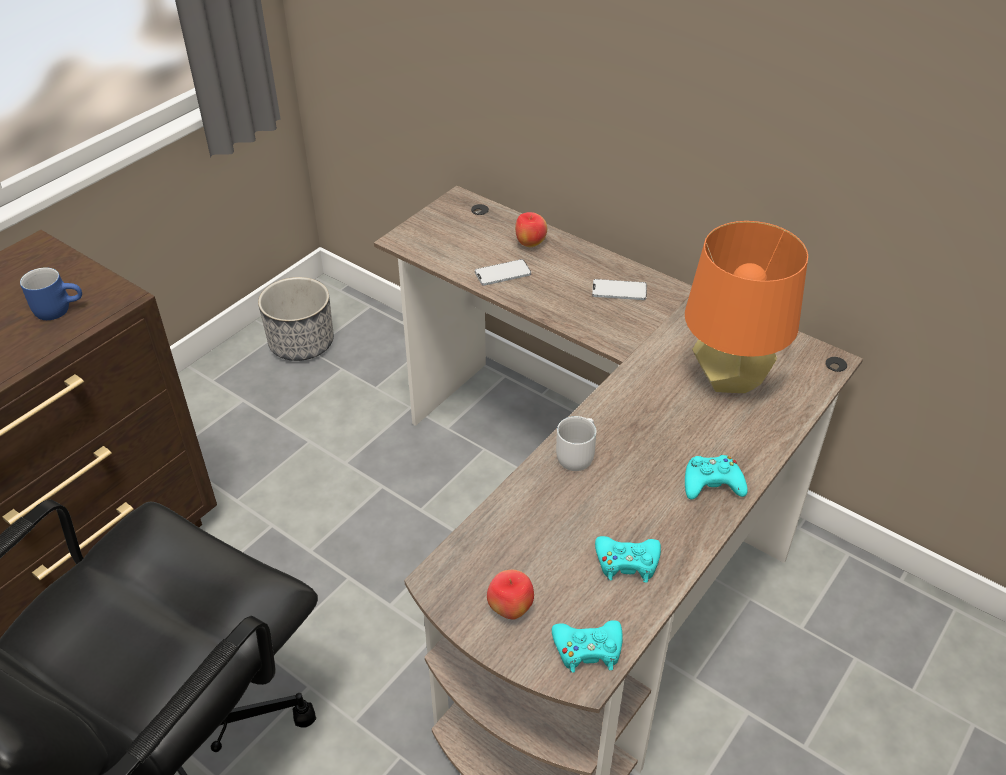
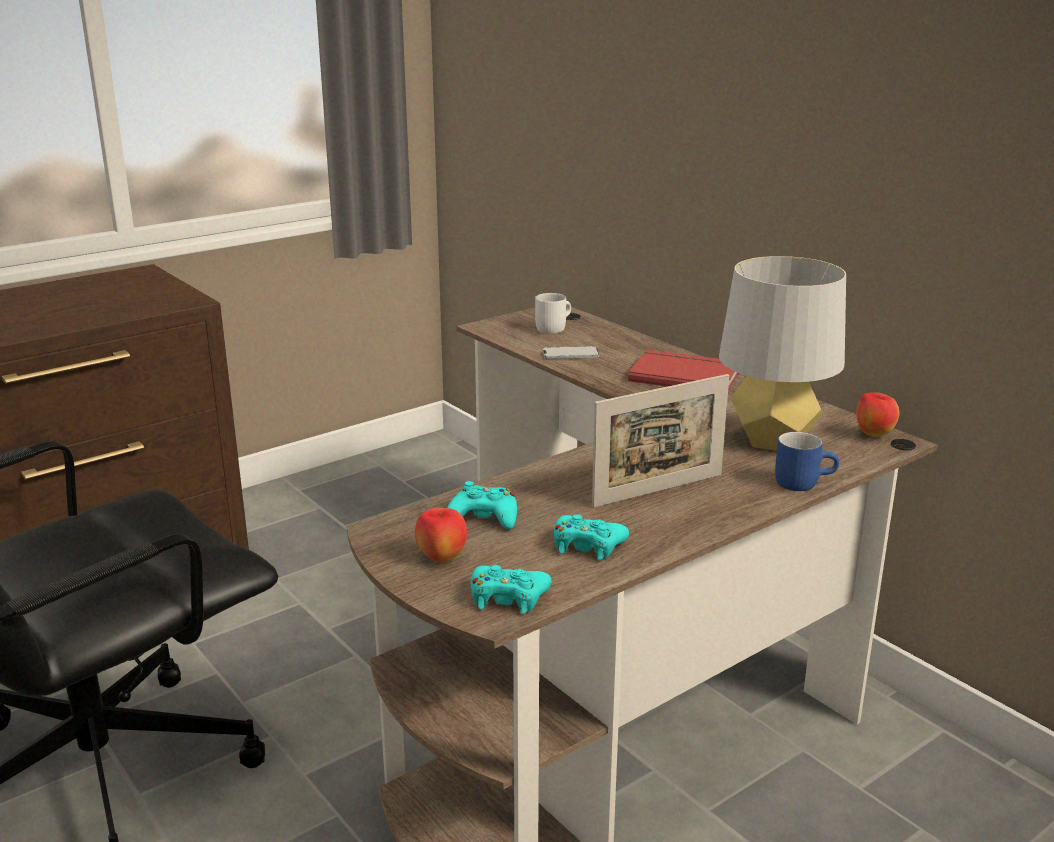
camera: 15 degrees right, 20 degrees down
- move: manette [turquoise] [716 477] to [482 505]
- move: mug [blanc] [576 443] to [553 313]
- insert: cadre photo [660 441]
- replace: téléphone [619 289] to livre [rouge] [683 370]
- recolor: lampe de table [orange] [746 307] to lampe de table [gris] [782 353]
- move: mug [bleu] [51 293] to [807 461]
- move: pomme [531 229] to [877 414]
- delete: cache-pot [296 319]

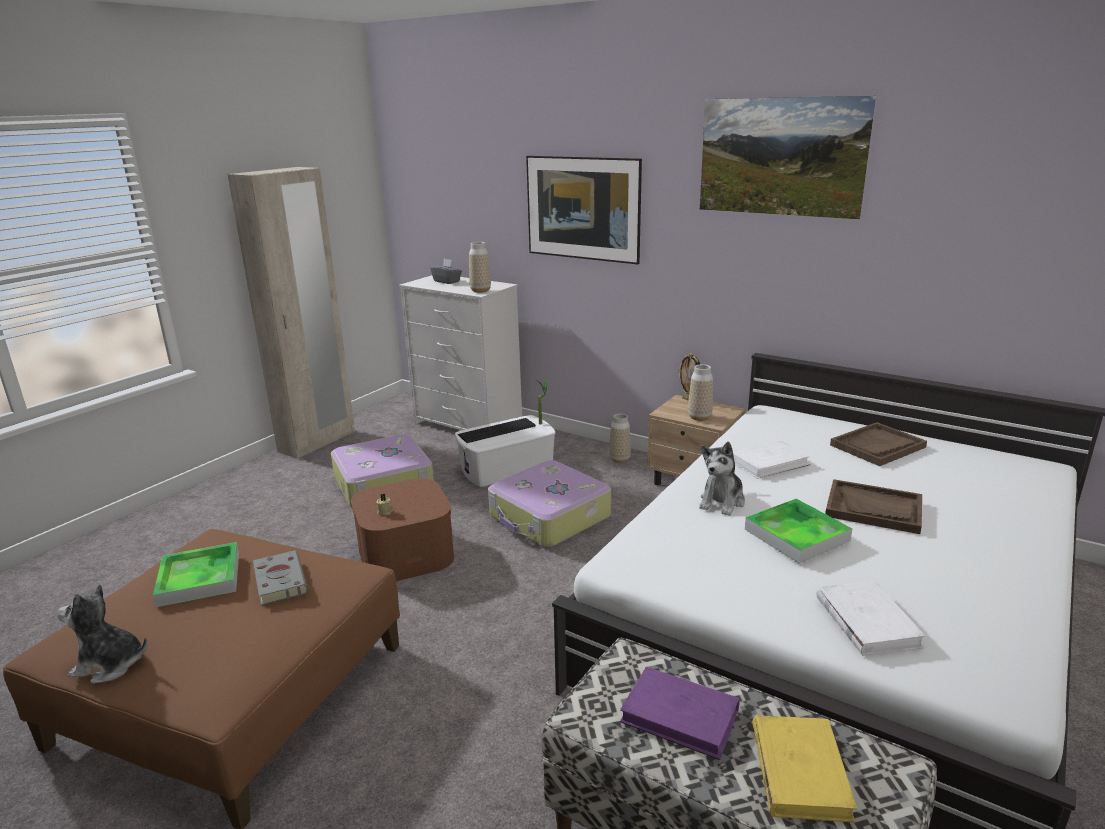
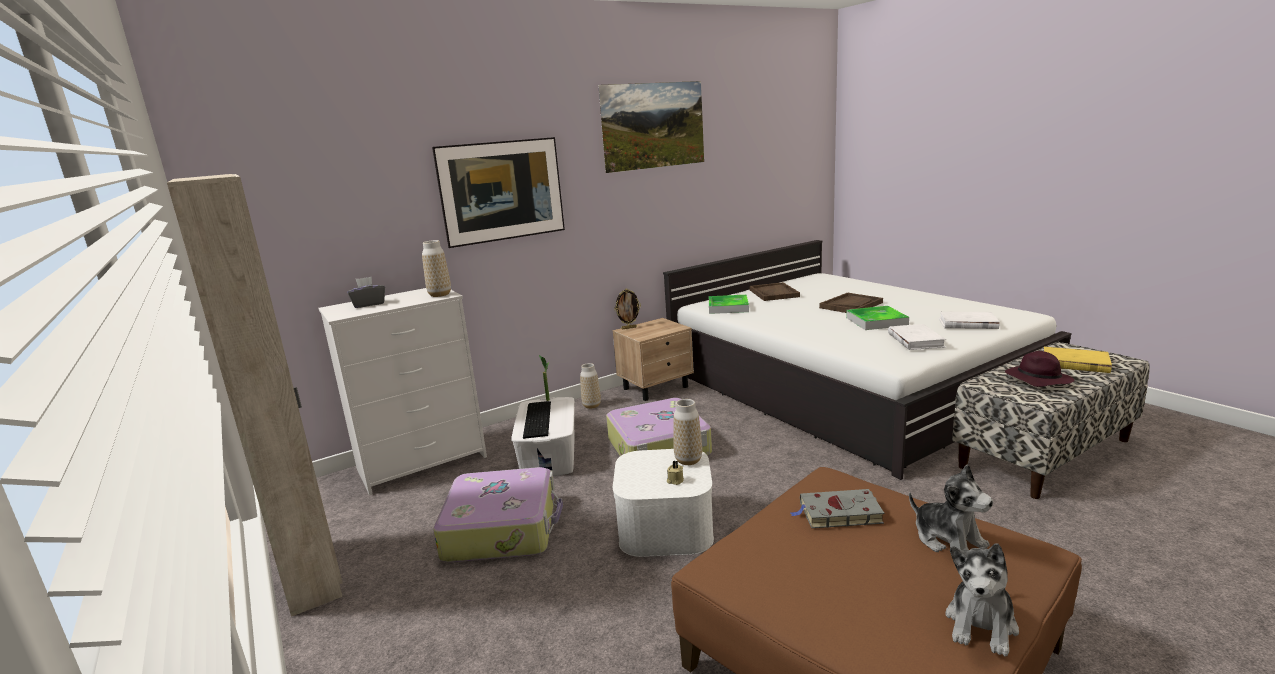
camera: 65 degrees left, 5 degrees down
- recolor: boîte de rangement [marron] [402 529] to boîte de rangement [blanc] [663 503]
- move: vase [700 392] to [687 432]
- move: plateau [196 574] to [729 304]
- move: livre [blanc] [771 459] to [917 337]
- move: peluche [722 479] to [951 508]
- replace: livre [violet] [680 713] to chapeau [violet] [1040 369]

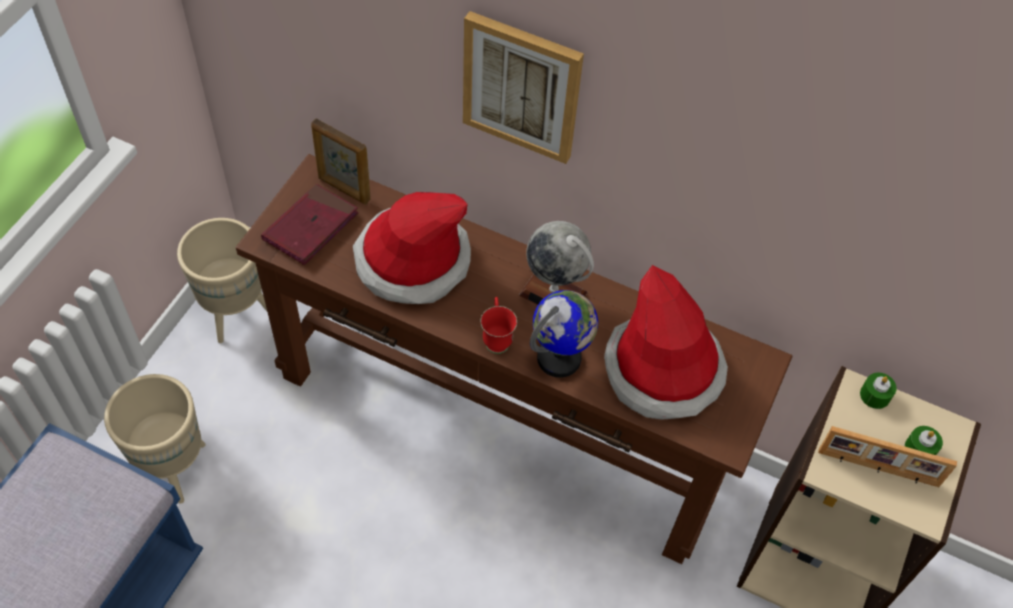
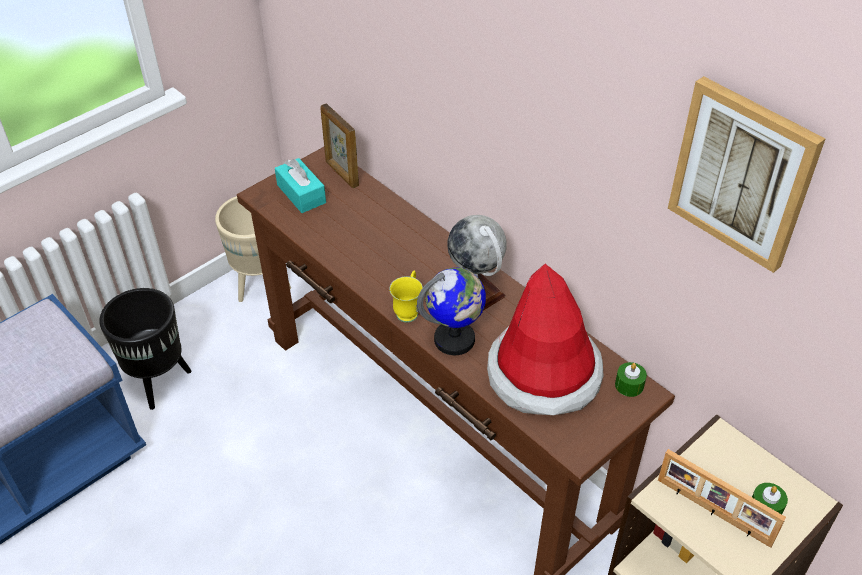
camera: 25 degrees right, 10 degrees down
- recolor: cache-pot [beige] [154 439] to cache-pot [noir] [145 349]
- replace: livre [rouge] [309 224] to boîte à mouchoirs [turquoise] [300 185]
- recolor: mug [rouge] [498 325] to mug [jaune] [406 296]
- move: bougie [vert] [878 391] to [631 379]
- move: tableau [523 87] to [747 174]
- delete: chapeau [412 248]

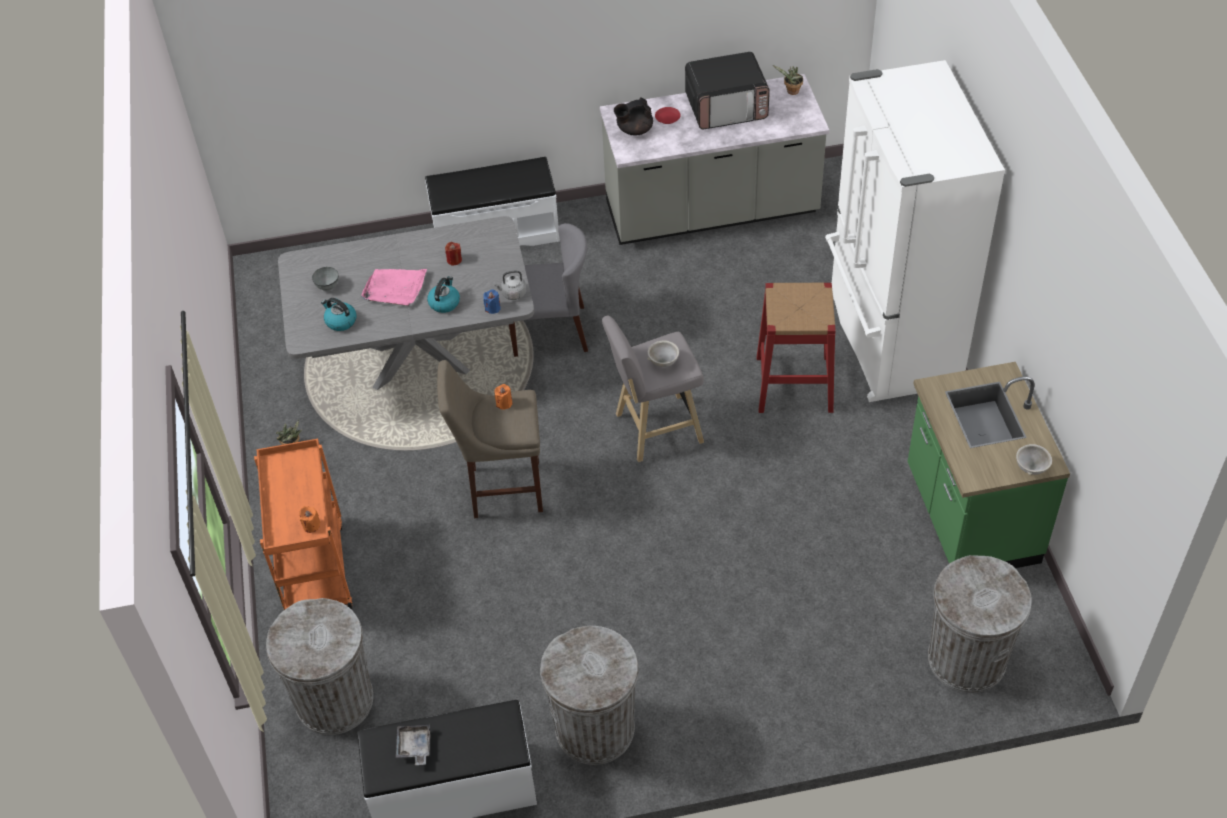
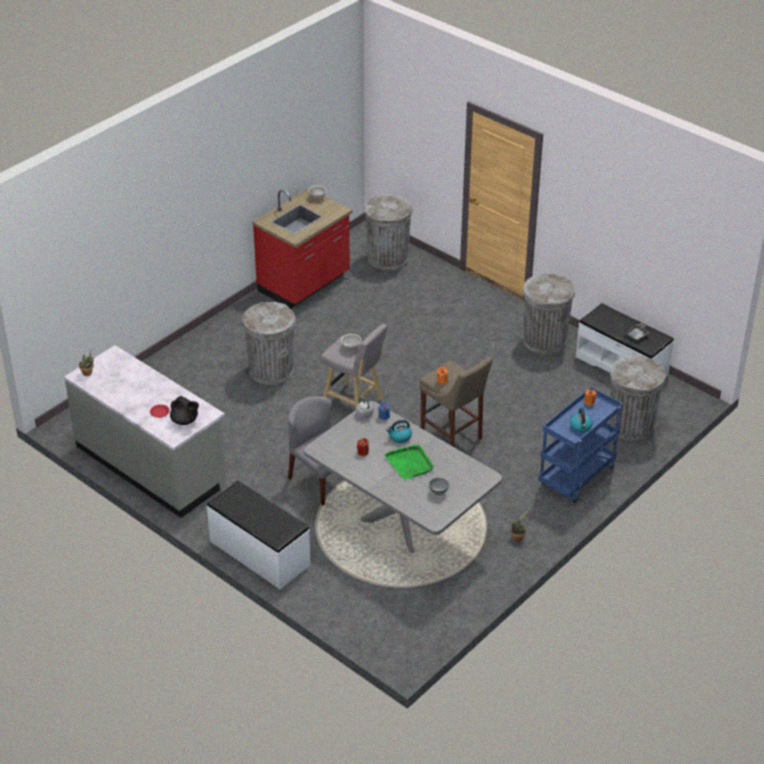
camera: 130 degrees left, 10 degrees down
- replace: tabouret [rouge] [796 348] to poubelle [gris] [268 343]
- recolor: comptoir de cuisine [vert] [989 465] to comptoir de cuisine [rouge] [302 249]
- recolor: plateau [rose] [394 287] to plateau [vert] [409 462]
- recolor: chariot [orange] [303 524] to chariot [bleu] [580 444]
- move: bouilloire [338 314] to [581 420]
- delete: micro-ondes [727 90]
- delete: réfrigérateur [blanc] [915 231]

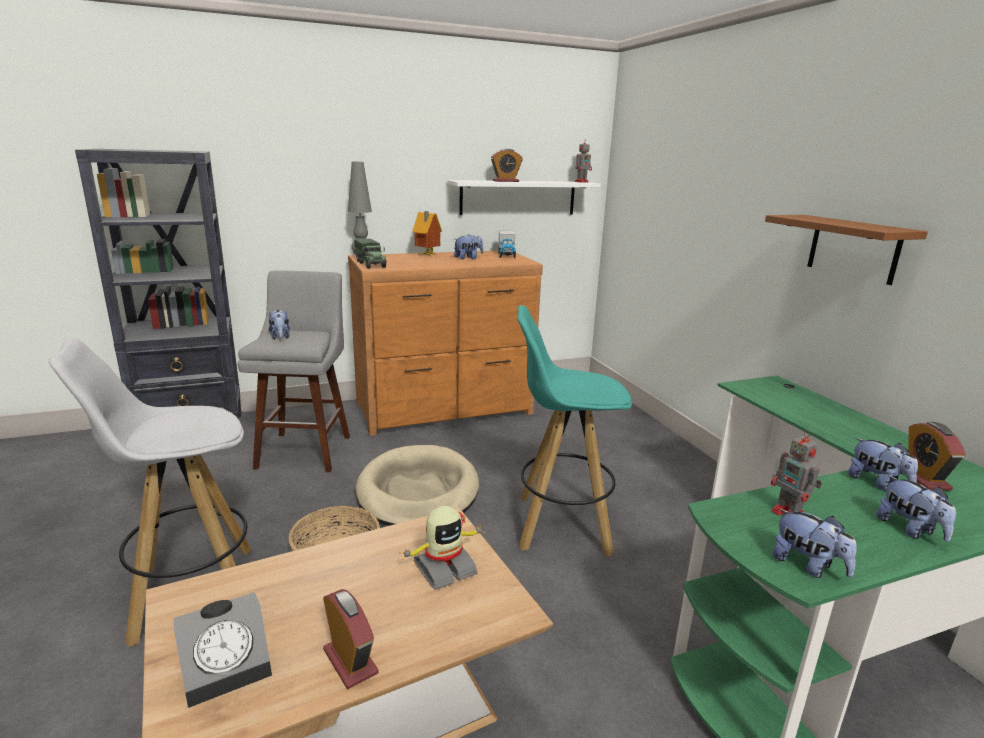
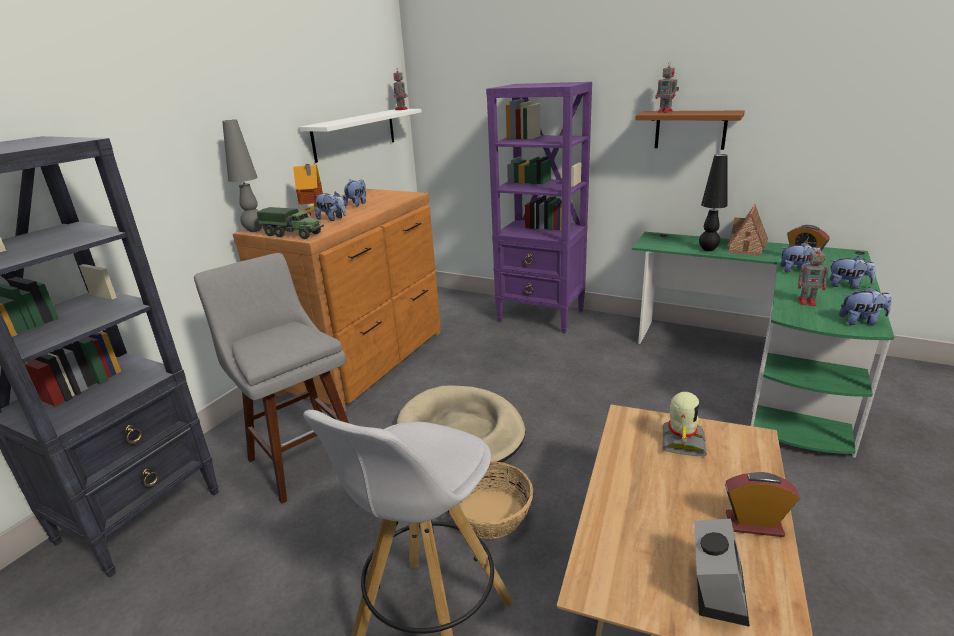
camera: 40 degrees left, 5 degrees up
- move: peluche [279 325] to [330 206]
- insert: bibliothèque [violet] [539 207]
- insert: robot jouet [667 87]
- insert: lampe de table [noir] [713 202]
- insert: maison miniature [747 230]
- delete: réveil [507 165]
- delete: camion jouet [507 244]
- delete: tabouret [turquoise] [574 430]

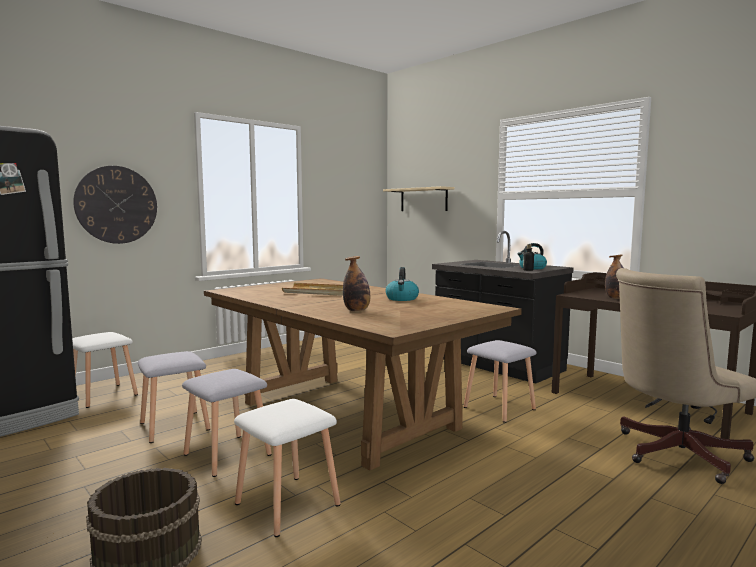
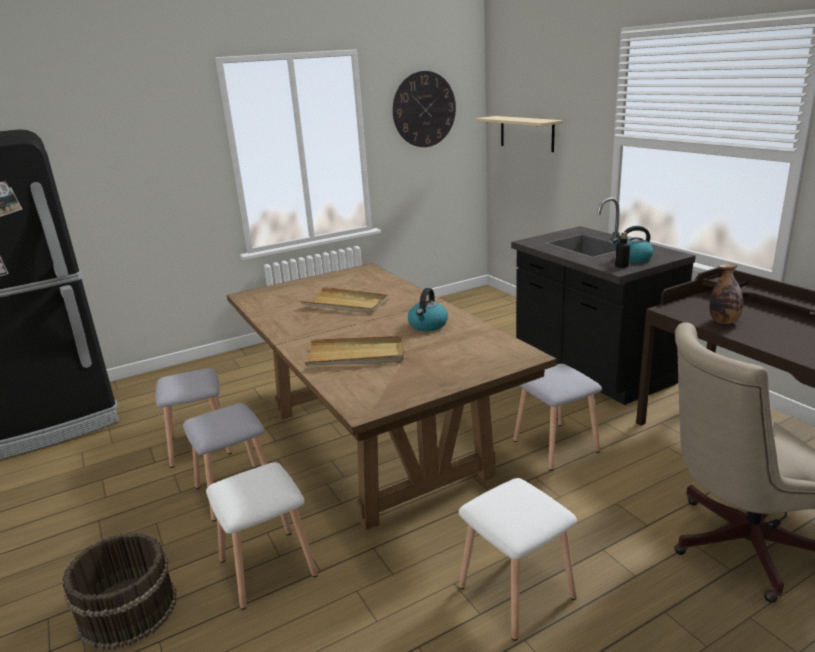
camera: 15 degrees right, 15 degrees up
- replace: bouteille [356 283] to plateau [beige] [354 350]
- move: horloge murale [115 205] to [424 109]
- move: tabouret [blanc] [105 370] to [518 559]

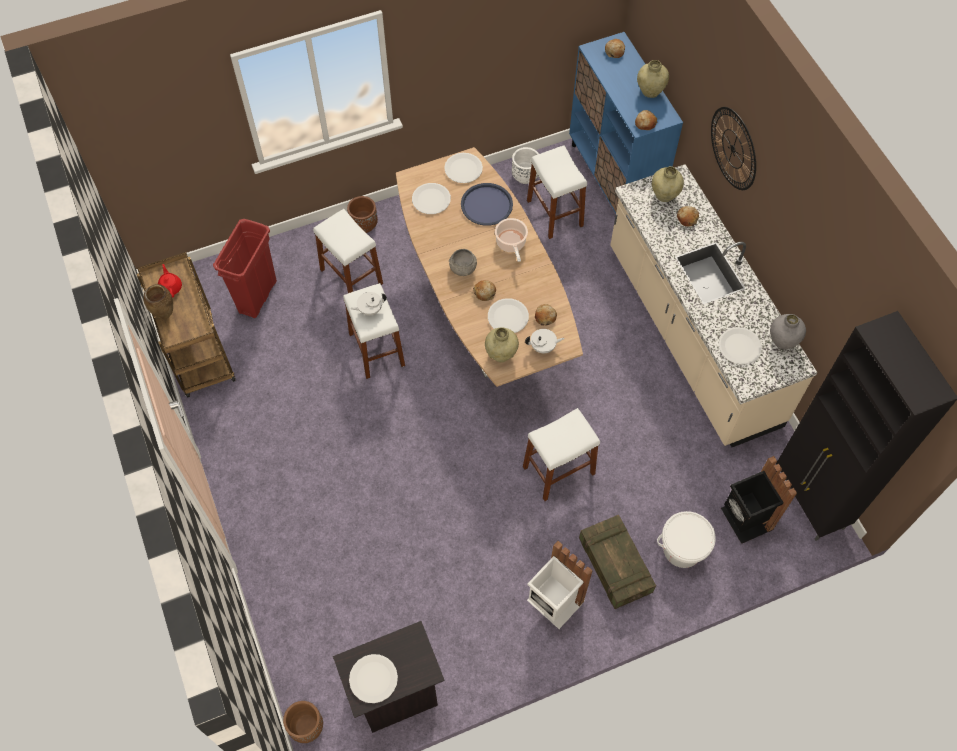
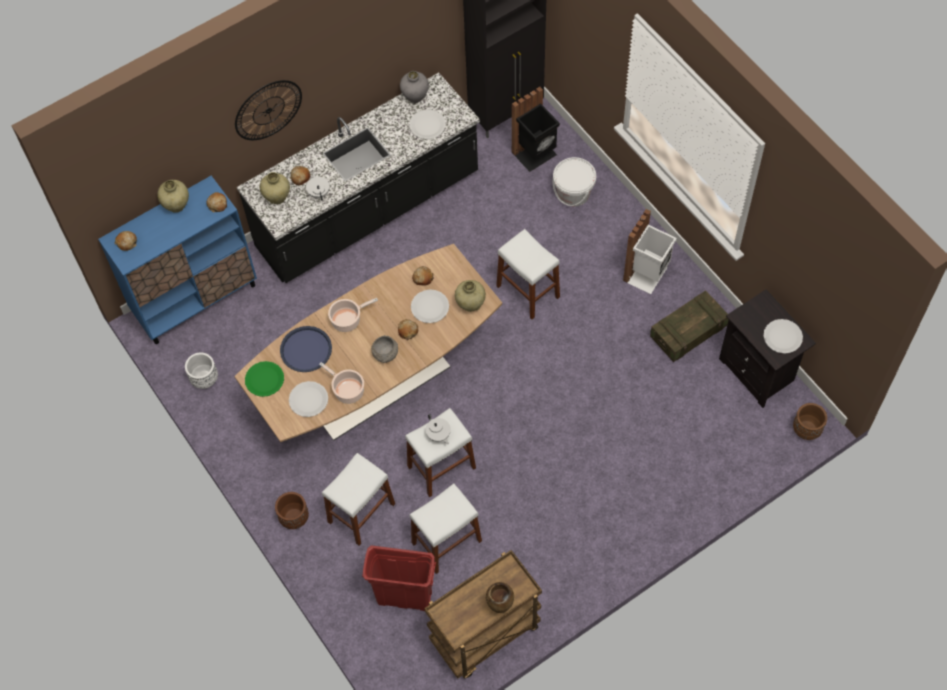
camera: 100 degrees left, 0 degrees up
- recolor: comptoir de cuisine [beige] [713 305] to comptoir de cuisine [noir] [358 178]
- recolor: assiette [blanc] [463 168] to assiette [vert] [264 379]
- move: théière [blanc] [545 341] to [318 186]
- insert: marmite [341 383]
- move: tabouret [blanc] [557 192] to [445 529]
- move: caisse [617 562] to [689 326]
- delete: théière [rouge] [170 280]

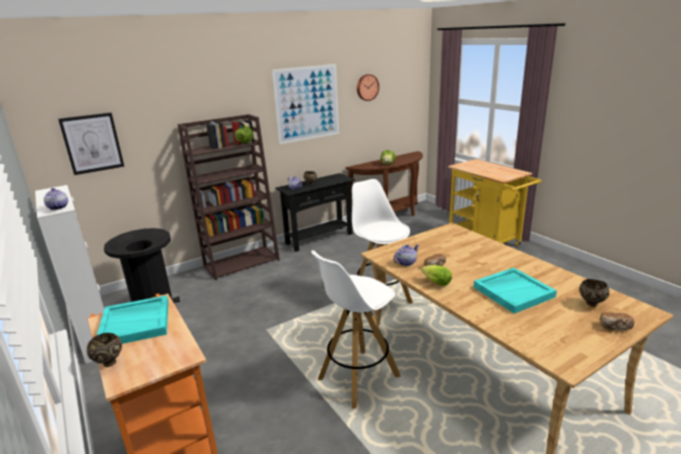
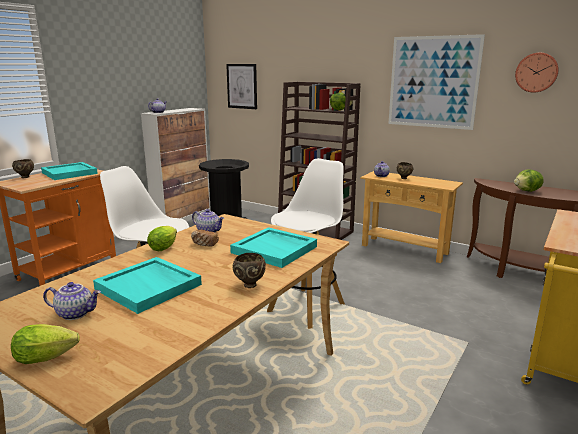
camera: 65 degrees right, 5 degrees down
- replace: pain [617 321] to laitue [45 344]
- insert: théière [72 301]
- insert: plateau [turquoise] [273 247]
- move: bol [marron] [594 293] to [249 270]
- recolor: table console [noir] [315 212] to table console [beige] [411 217]

